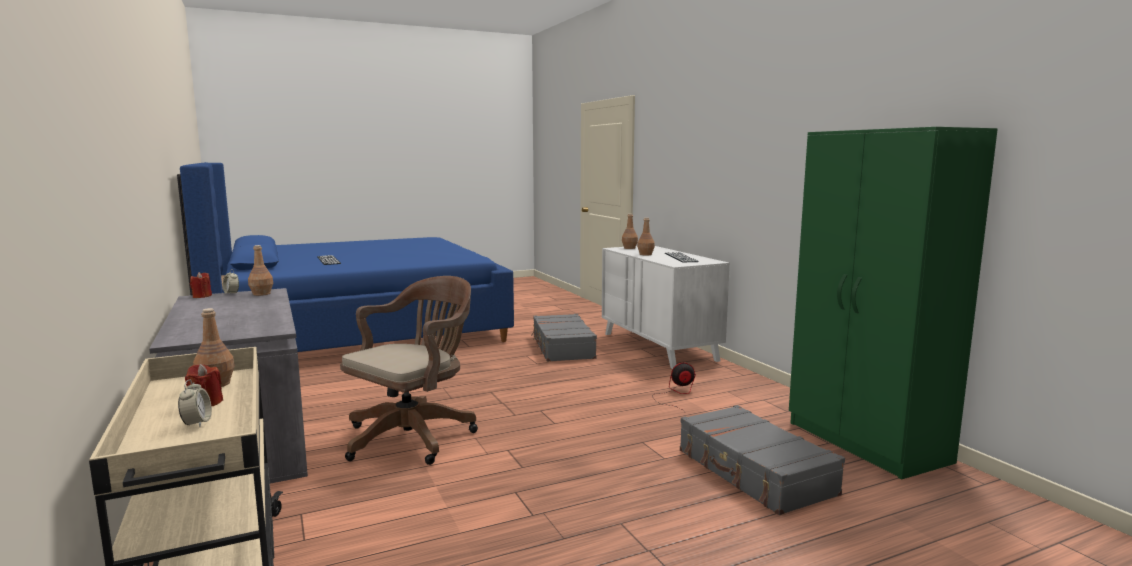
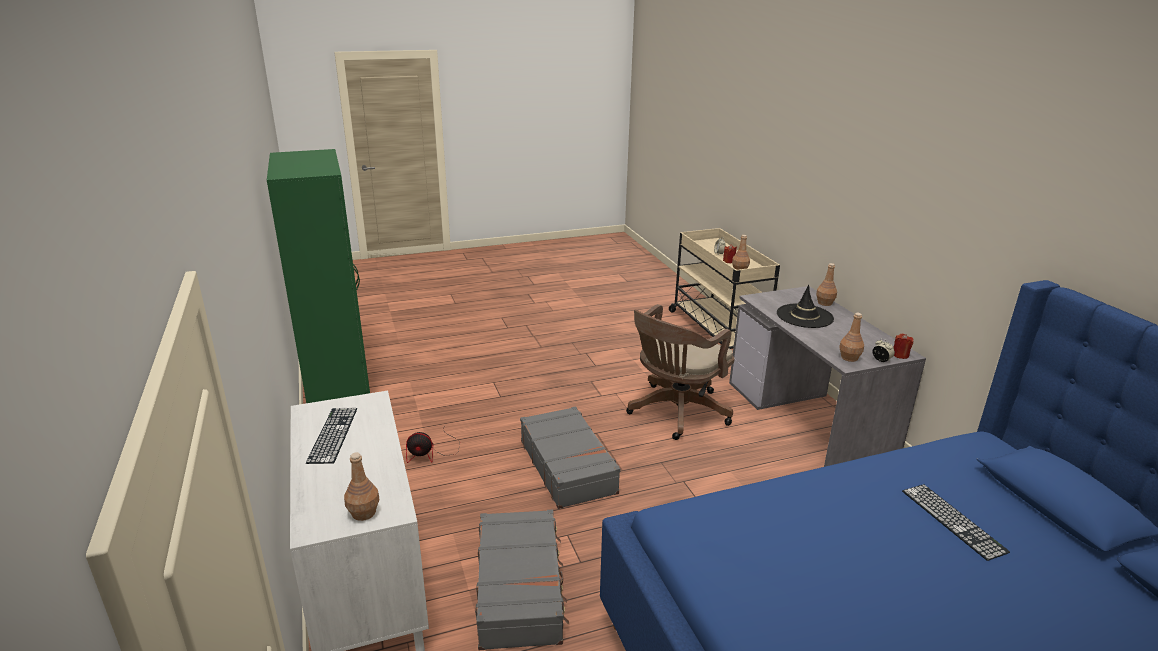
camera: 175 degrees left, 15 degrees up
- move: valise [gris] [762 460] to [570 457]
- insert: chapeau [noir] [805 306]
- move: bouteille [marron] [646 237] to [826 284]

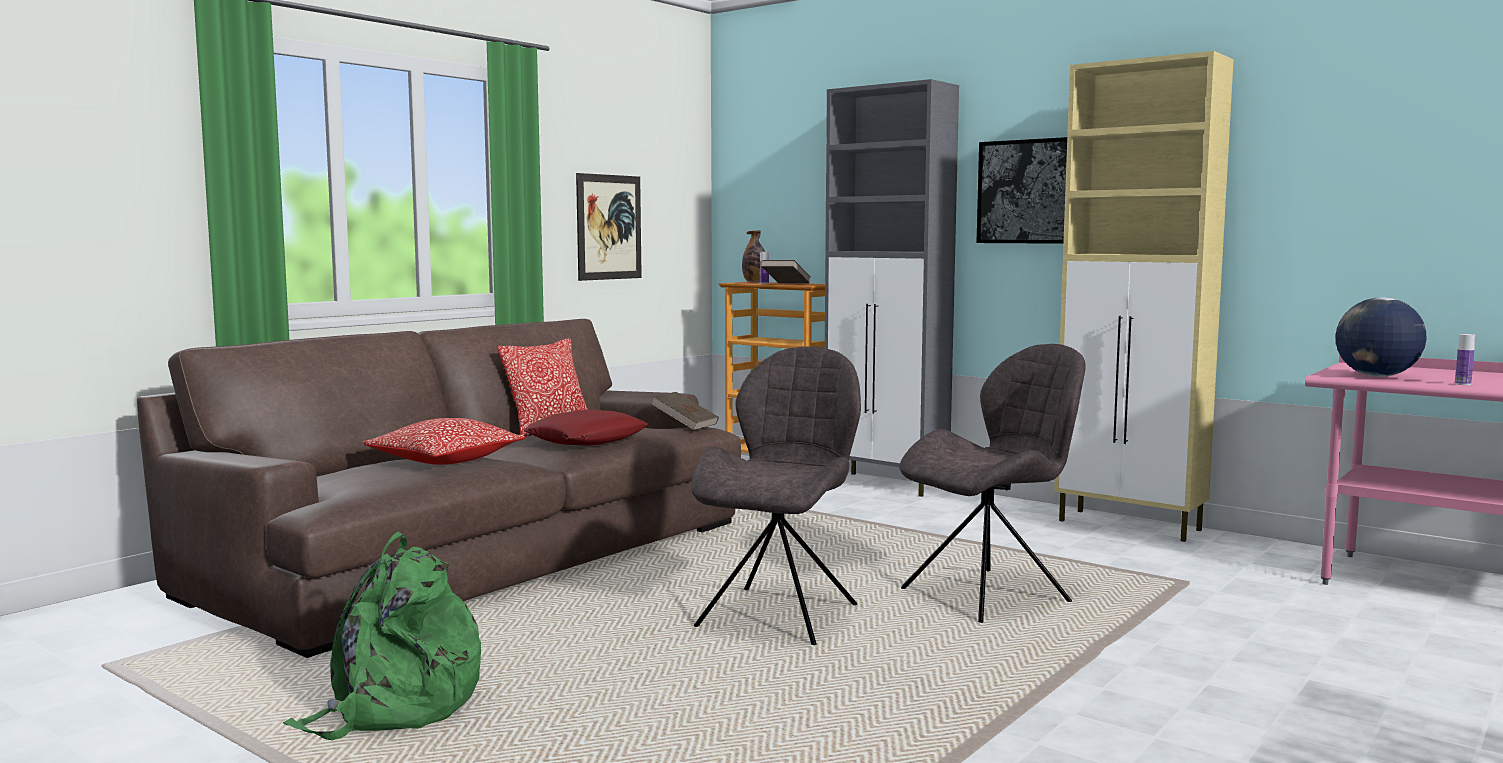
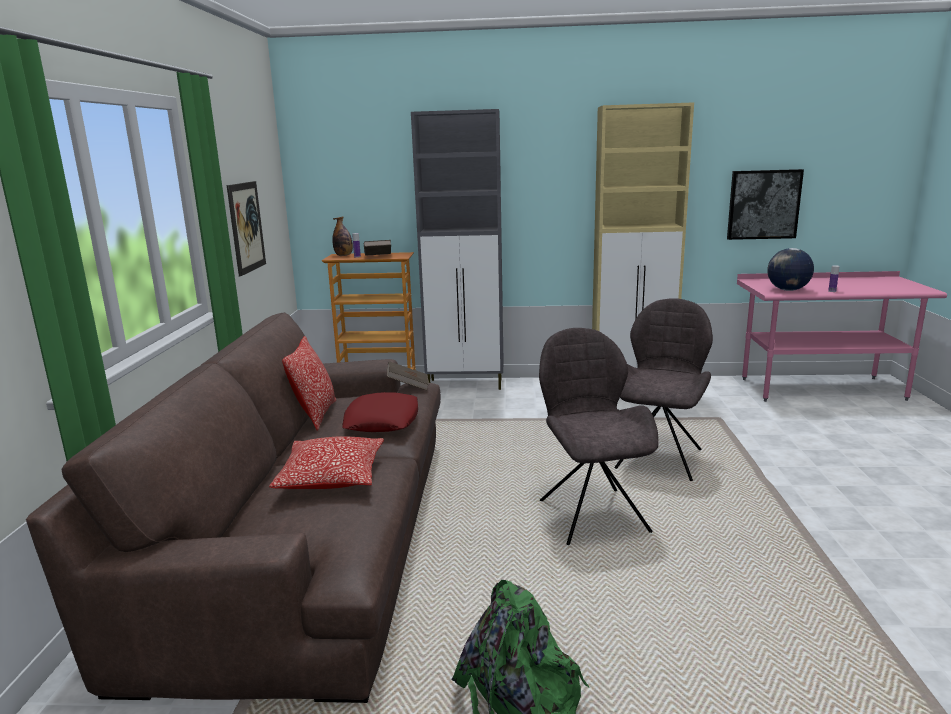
camera: 35 degrees left, 10 degrees up
- move: tableau [1021 190] to [765 204]

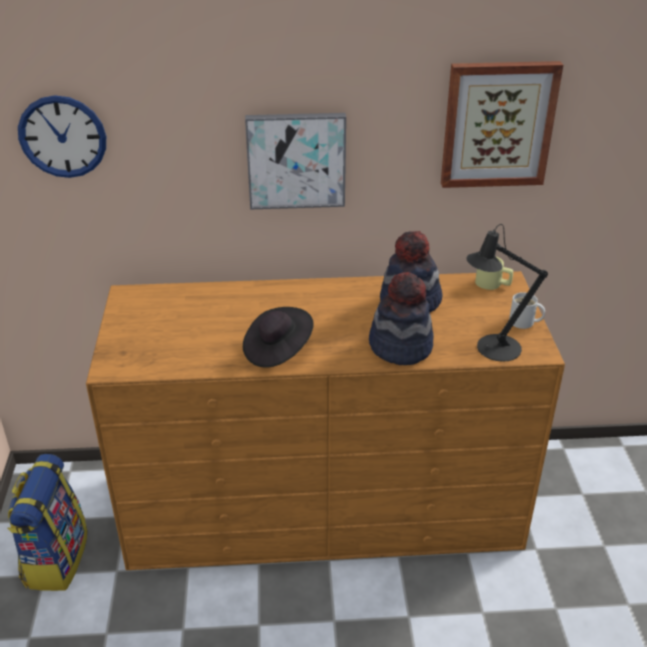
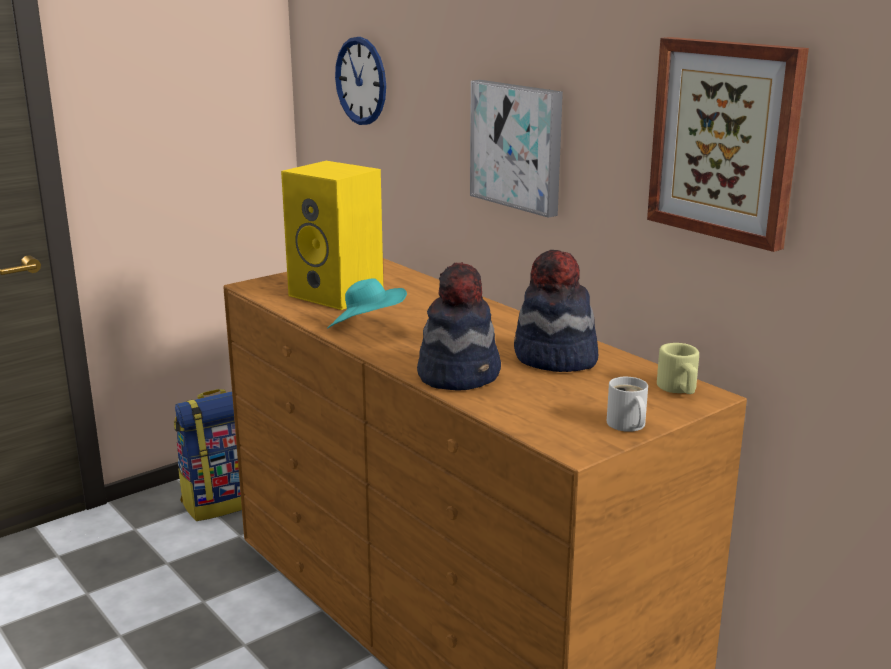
camera: 55 degrees right, 15 degrees down
- insert: enceinte [jaune] [332 235]
- recolor: chapeau [noir] [278 337] to chapeau [turquoise] [367 304]
- delete: lampe de table [noir] [507 293]

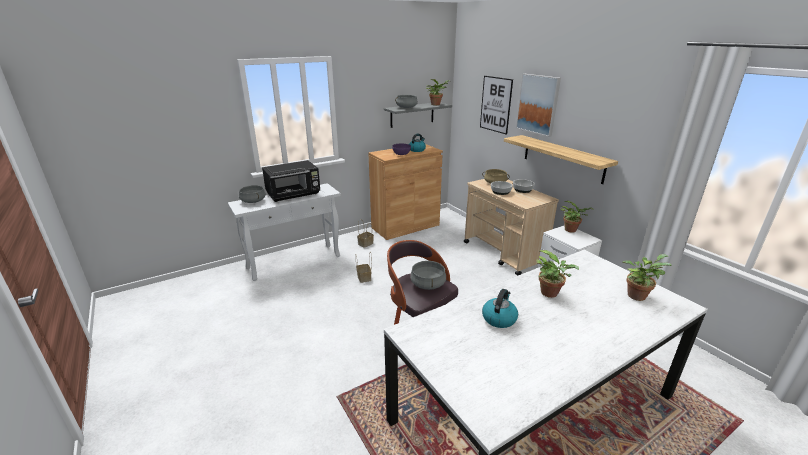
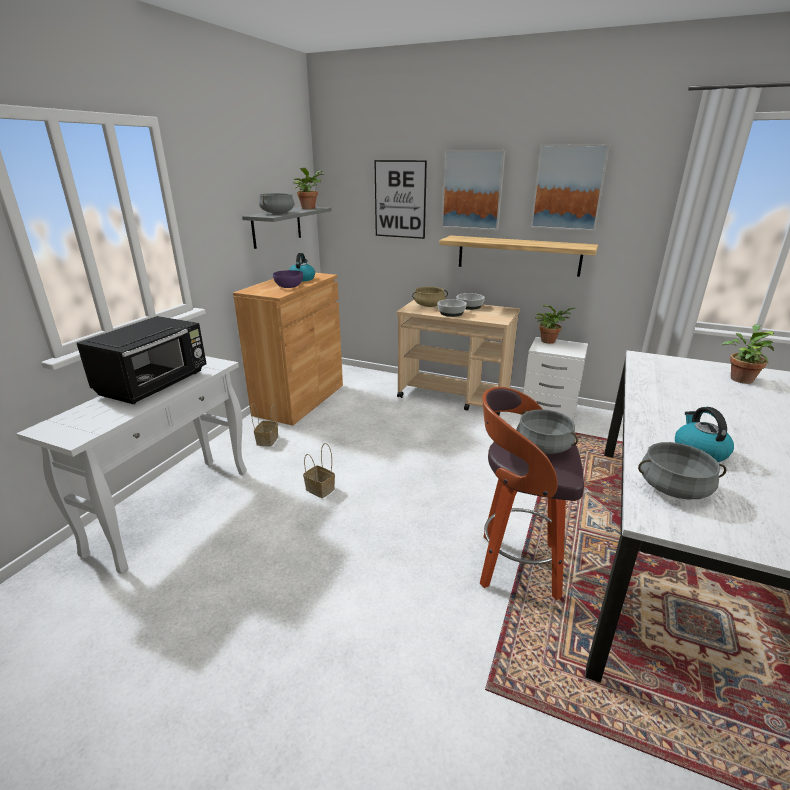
camera: 35 degrees left, 0 degrees up
- insert: tableau [570 187]
- move: marmite [gris] [252 194] to [682 470]
- delete: plante en pot [557 274]

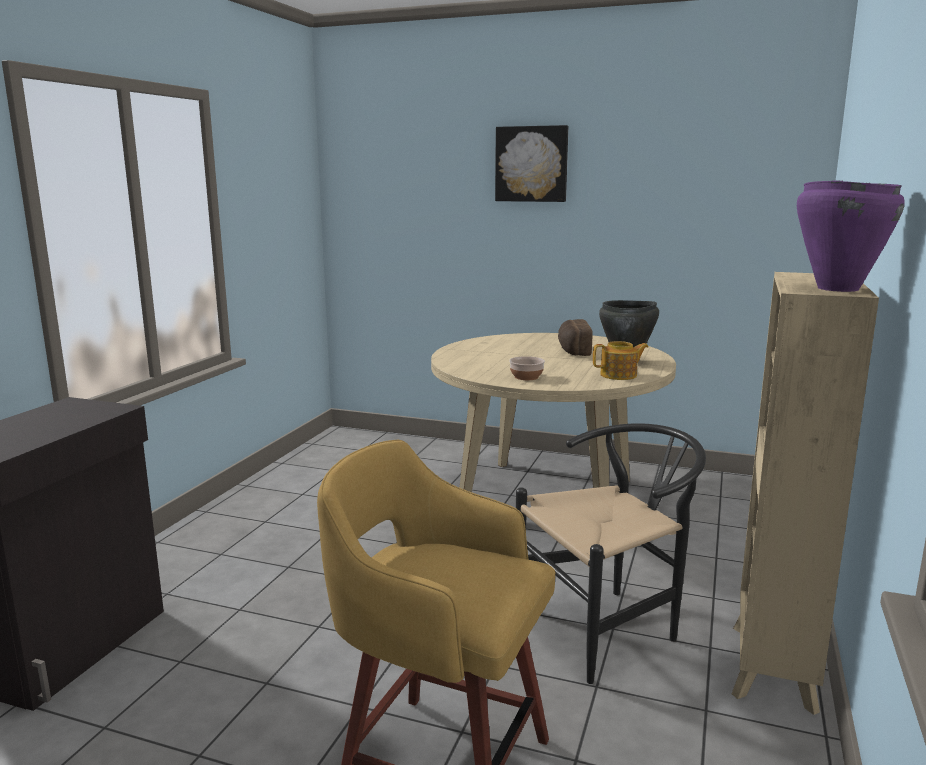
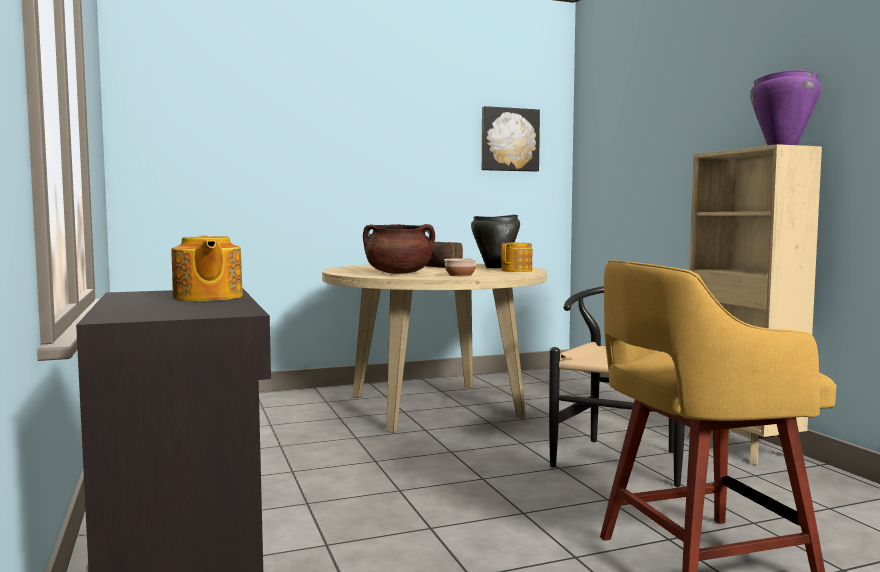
camera: 40 degrees left, 10 degrees down
- insert: théière [207 268]
- insert: marmite [marron] [399 249]
- move: tableau [531 163] to [511 139]

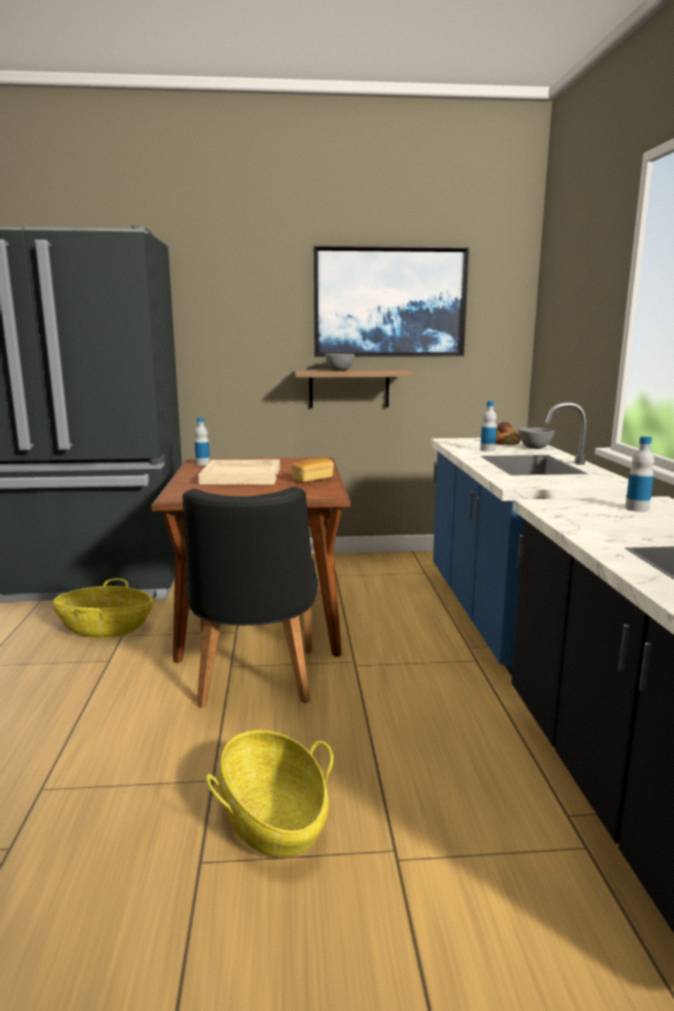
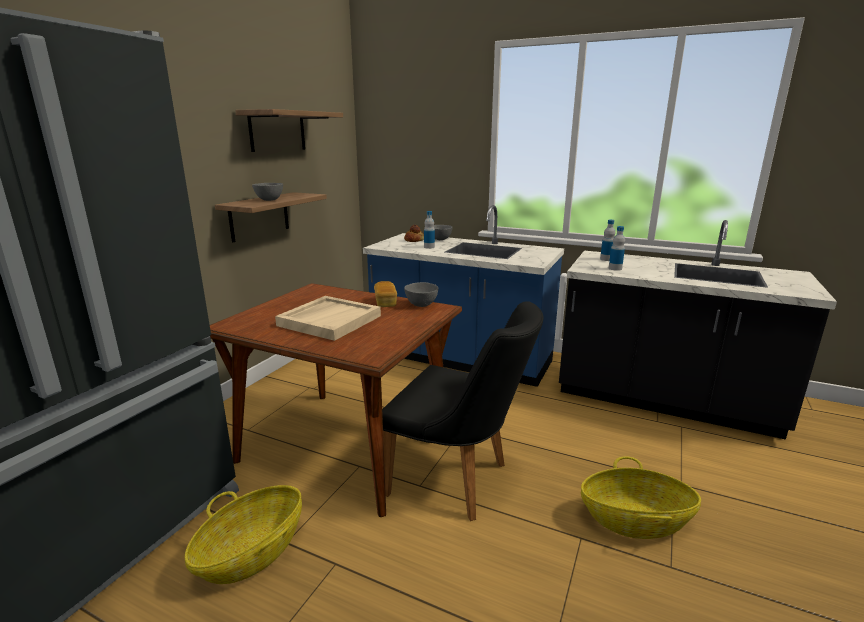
camera: 60 degrees left, 5 degrees up
- replace: tableau [391 301] to étagère [289 130]
- insert: bol [gris] [421 294]
- move: bouteille [202 441] to [617 248]

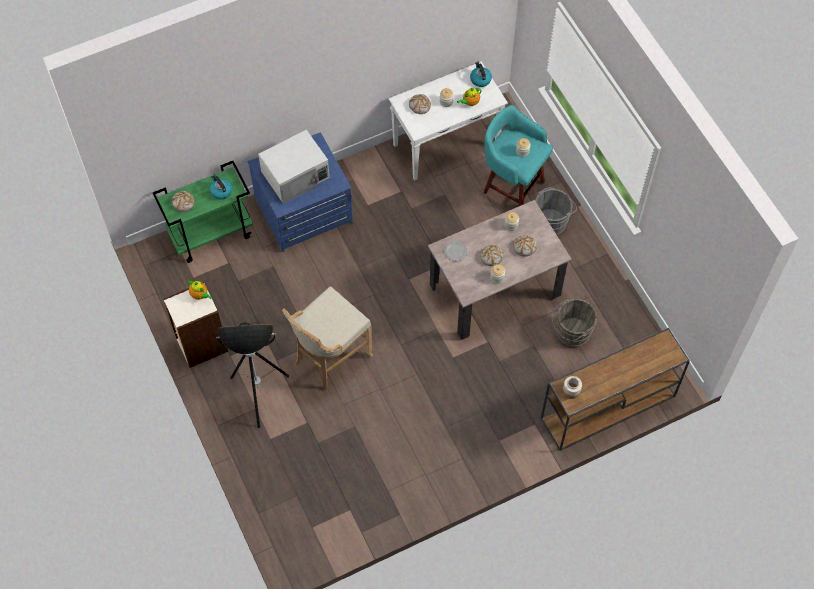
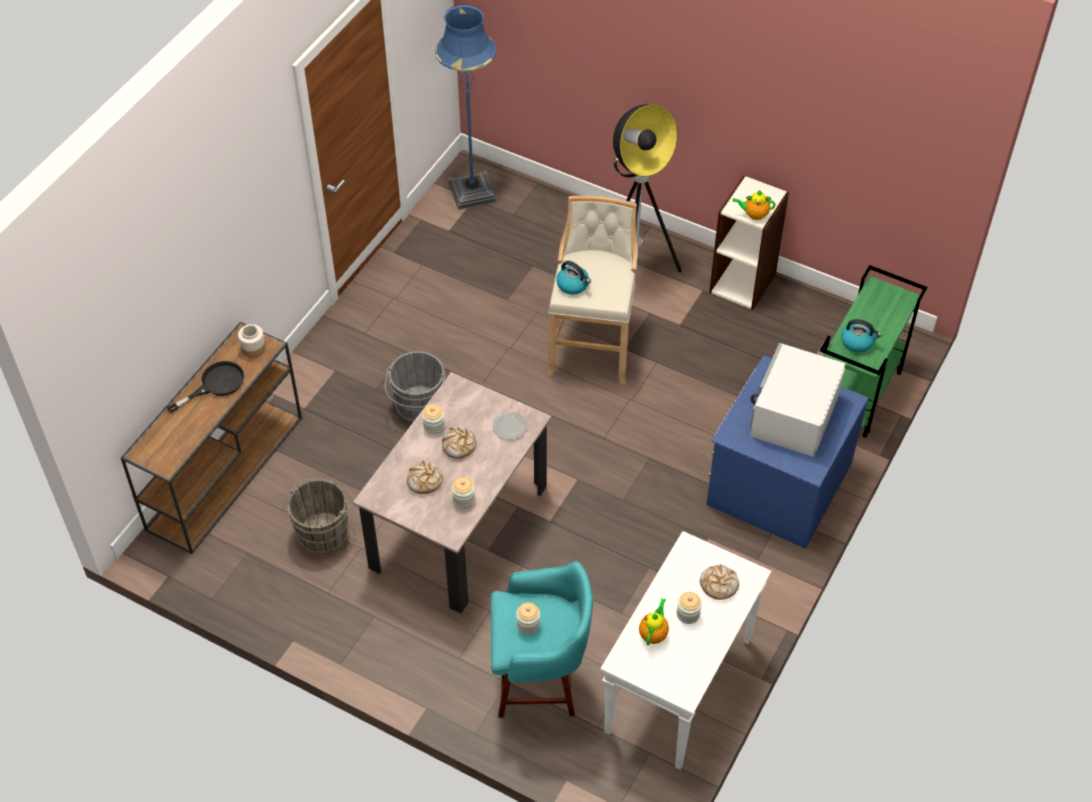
camera: 145 degrees right, 10 degrees down
- insert: poêle [noir] [205 387]
- move: seau [gris] [556 211] to [415 386]
- insert: lampadaire [bleu] [466 107]
- move: bouilloire [481 74] to [573 278]
- delete: pain [183 201]

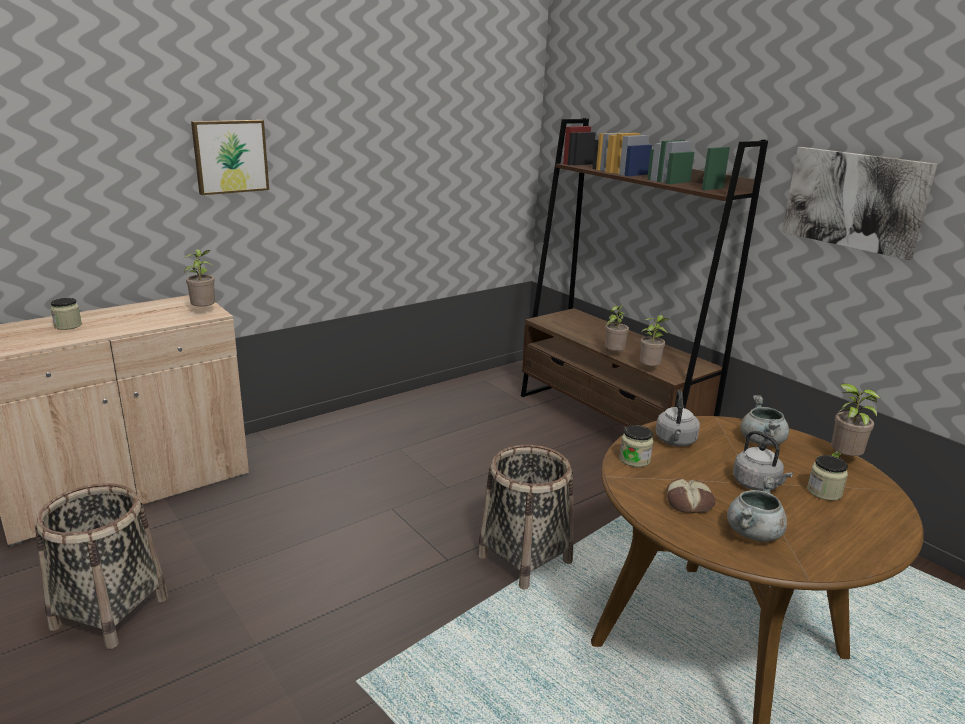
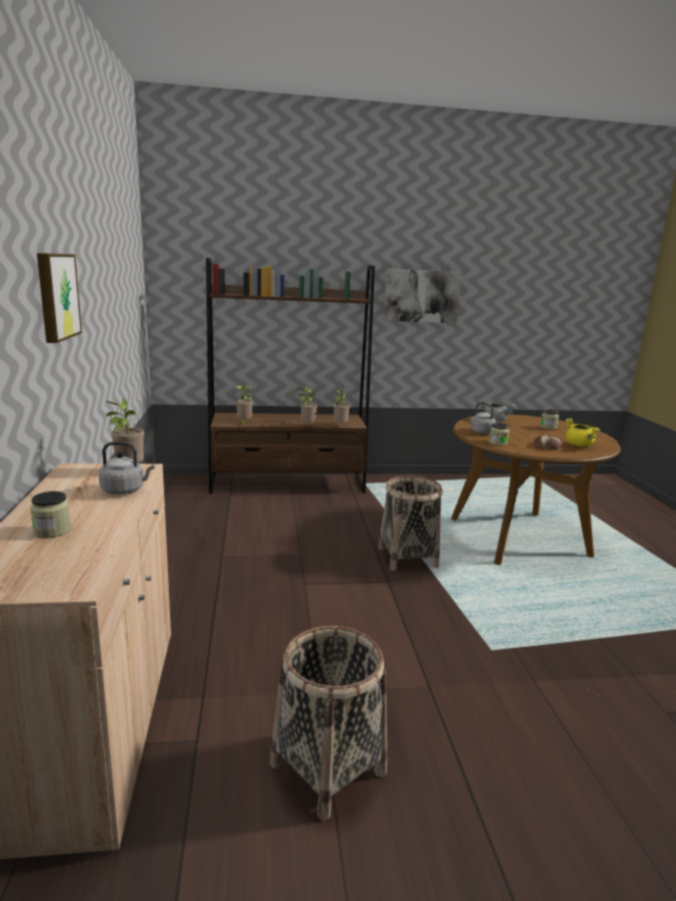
camera: 60 degrees left, 5 degrees down
- move: bouilloire [gris] [763 460] to [126 468]
- move: plante en pot [855 420] to [244 405]
- recolor: marmite [gris] [757 509] to marmite [jaune] [582 432]

